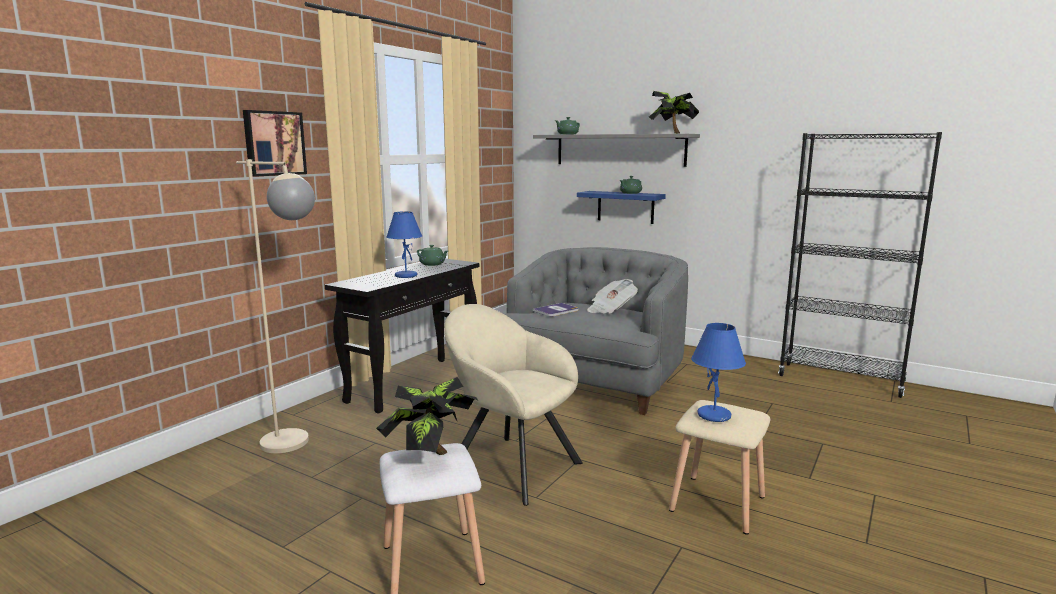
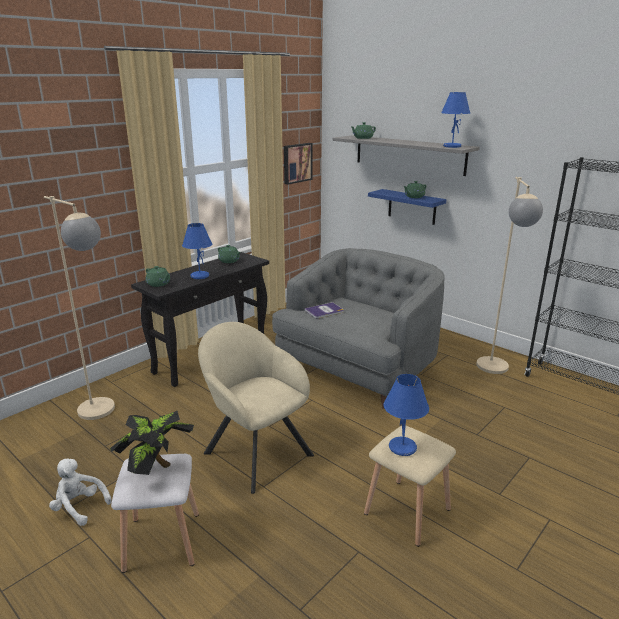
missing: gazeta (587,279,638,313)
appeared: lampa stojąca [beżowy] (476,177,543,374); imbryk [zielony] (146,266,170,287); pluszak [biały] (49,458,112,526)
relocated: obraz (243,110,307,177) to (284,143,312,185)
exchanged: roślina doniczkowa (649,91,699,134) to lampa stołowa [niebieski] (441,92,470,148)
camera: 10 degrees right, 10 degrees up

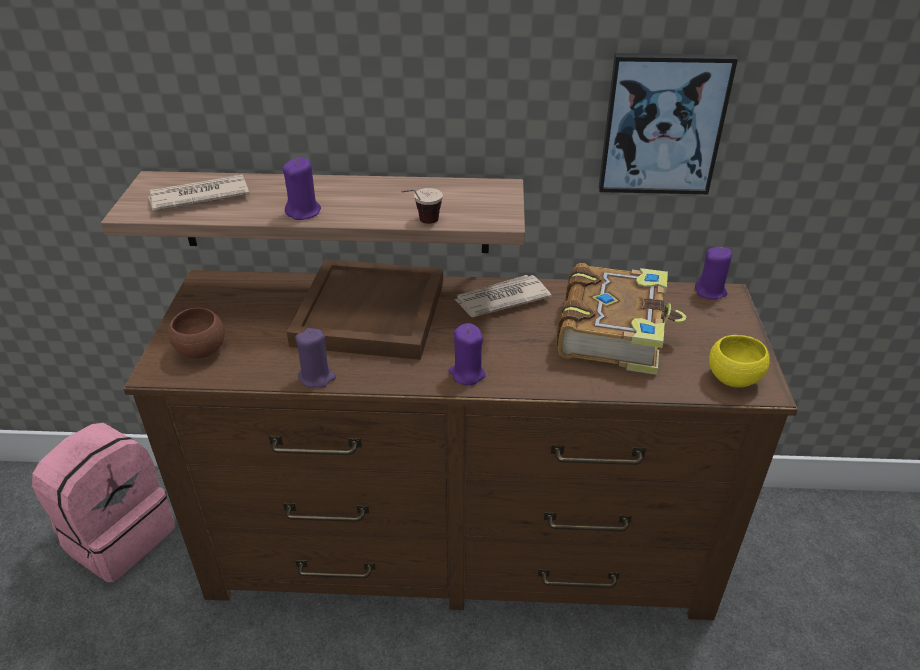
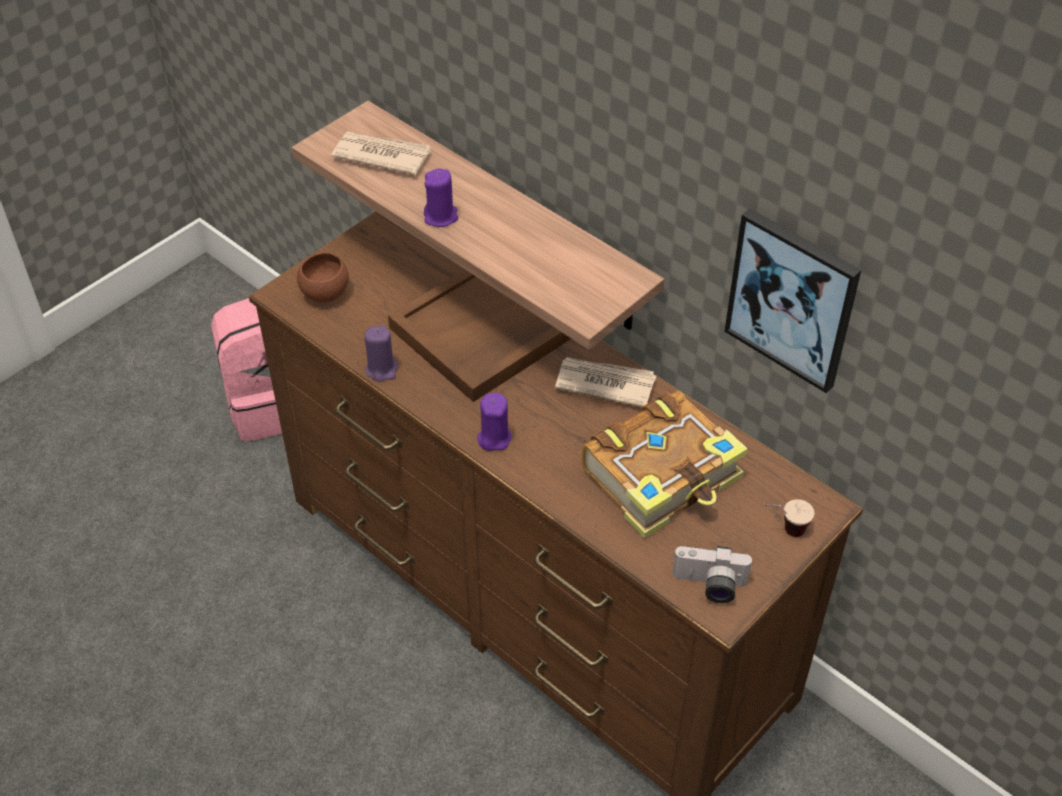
missing: świeca [fioletowy] (695,246,732,300)
relocated: filiżanka (401,188,443,224) to (763,499,815,537)
exchanged: miska [żółty] (709,335,770,388) to aparat fotograficzny (672,546,753,603)
camera: 40 degrees right, 10 degrees up

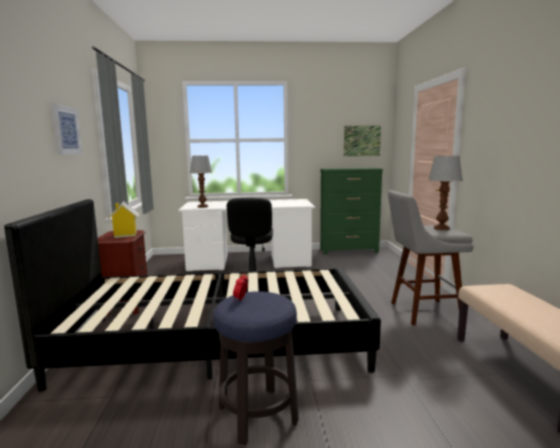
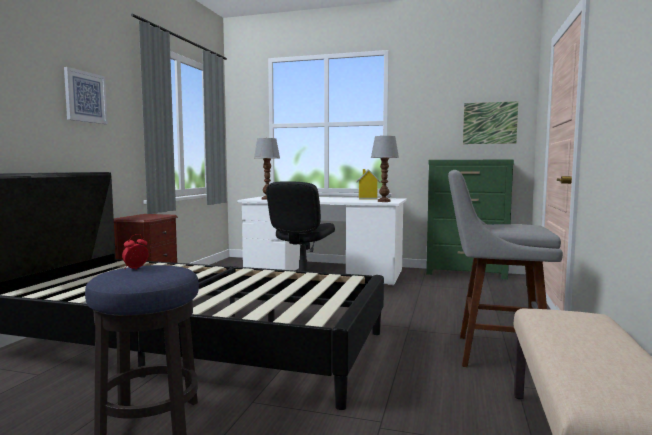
relocated: lampa stołowa (428,156,463,230) to (371,136,399,202); domek (107,201,139,238) to (355,169,381,200)
camera: 20 degrees right, 5 degrees down

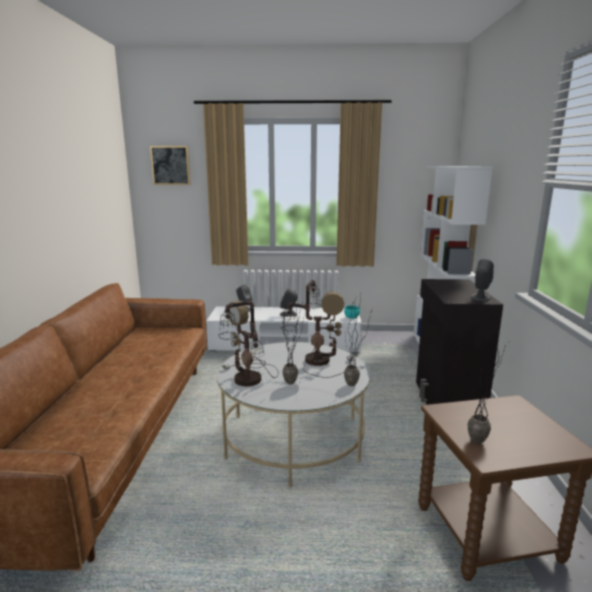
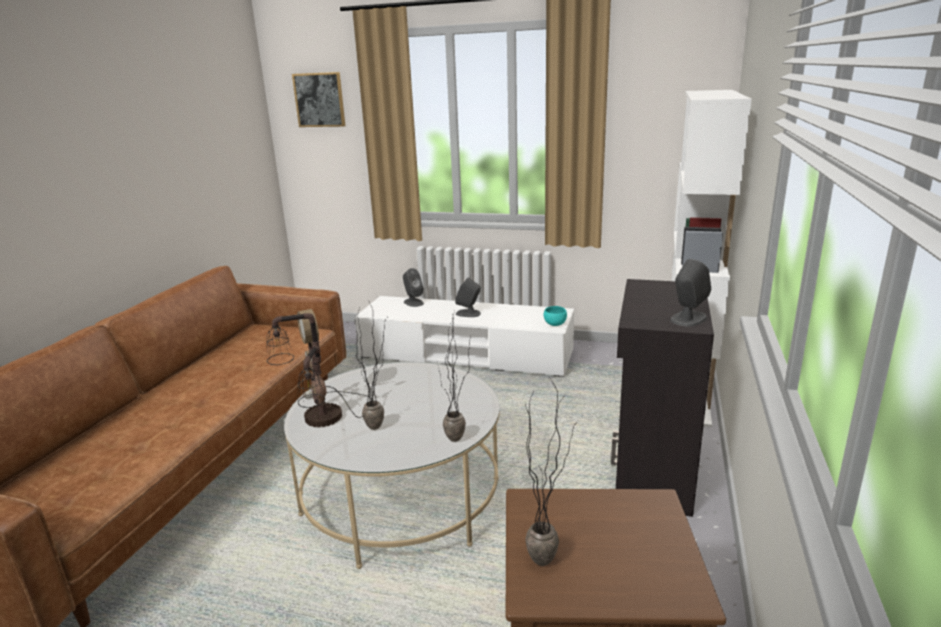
missing: lampa stołowa (281,280,353,378)
camera: 15 degrees right, 5 degrees up

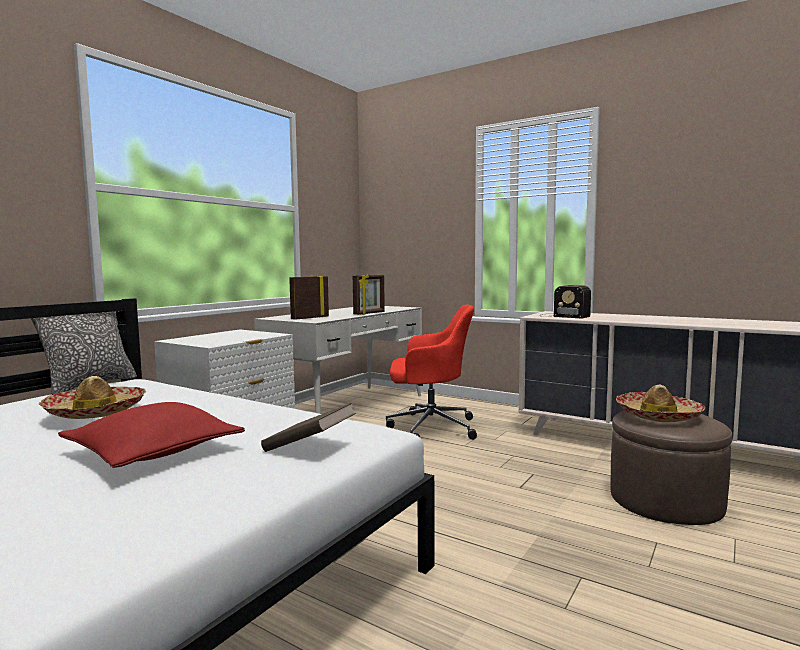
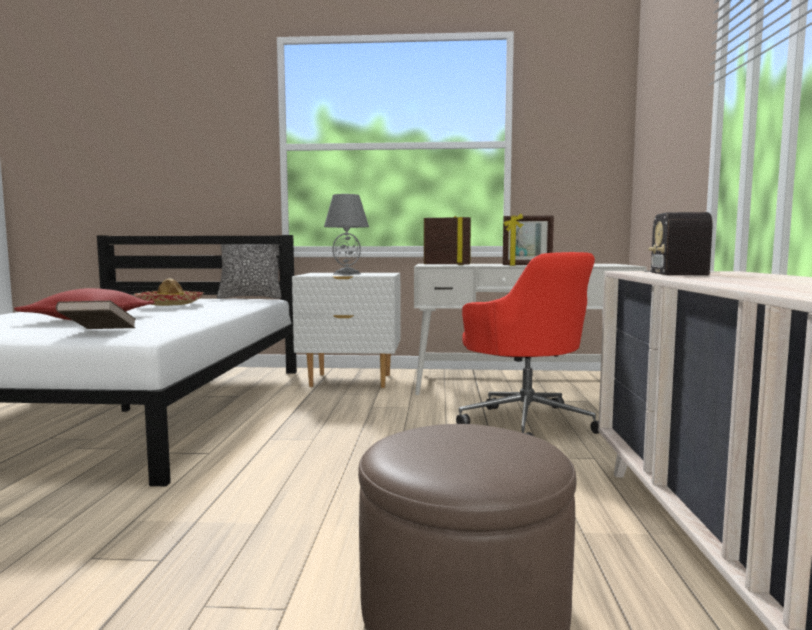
missing: kapelusz (616,385,706,422)
appeared: lampa stołowa [szary] (324,194,369,275)
camera: 60 degrees right, 0 degrees up

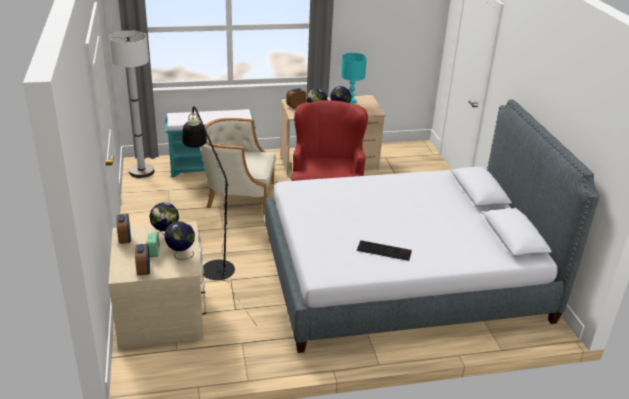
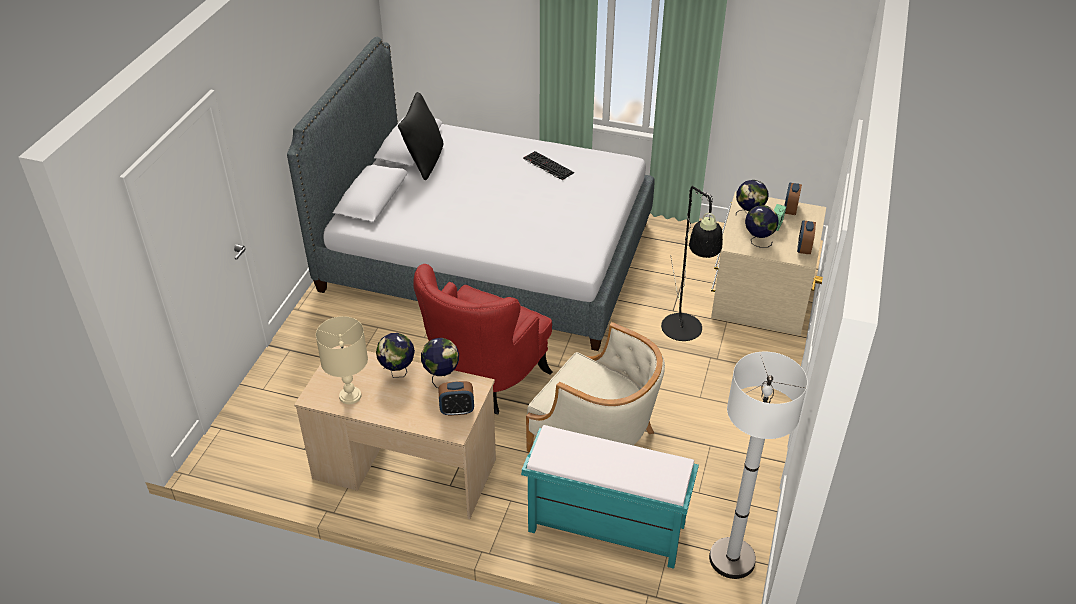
appeared: poduszka [czarny] (398,92,443,180)
colour: lampa stołowa [turkusowy] (341,53,367,104) to lampa stołowa [beżowy] (316,316,368,404)
camera: 150 degrees left, 10 degrees up

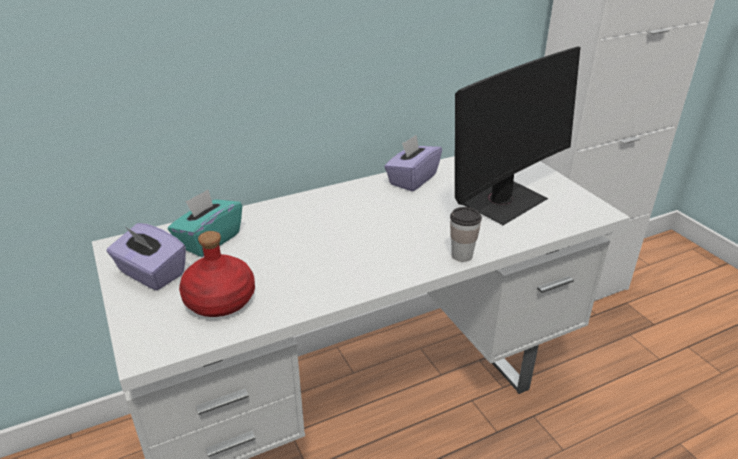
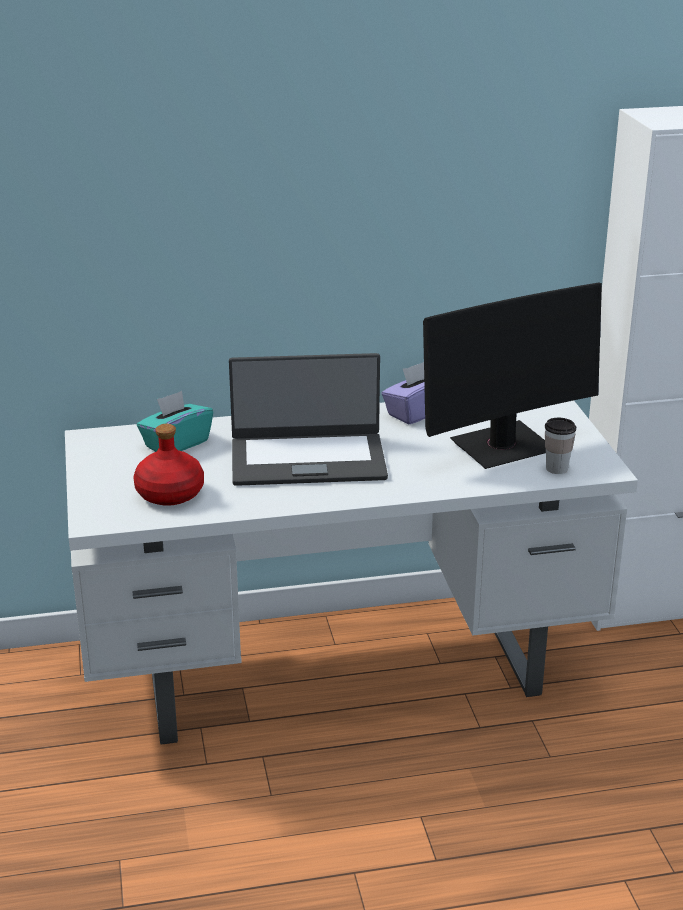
missing: pudełko chusteczek [fioletowy] (107,223,186,290)
appeared: laptop (229,353,388,486)
relocated: filiżanka (450,207,482,262) to (545,418,576,474)
camera: 15 degrees right, 5 degrees down

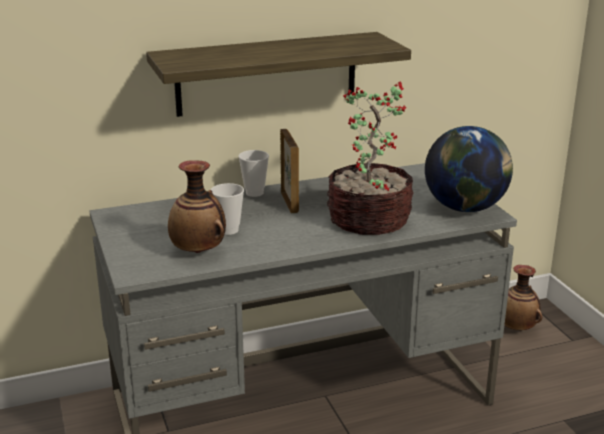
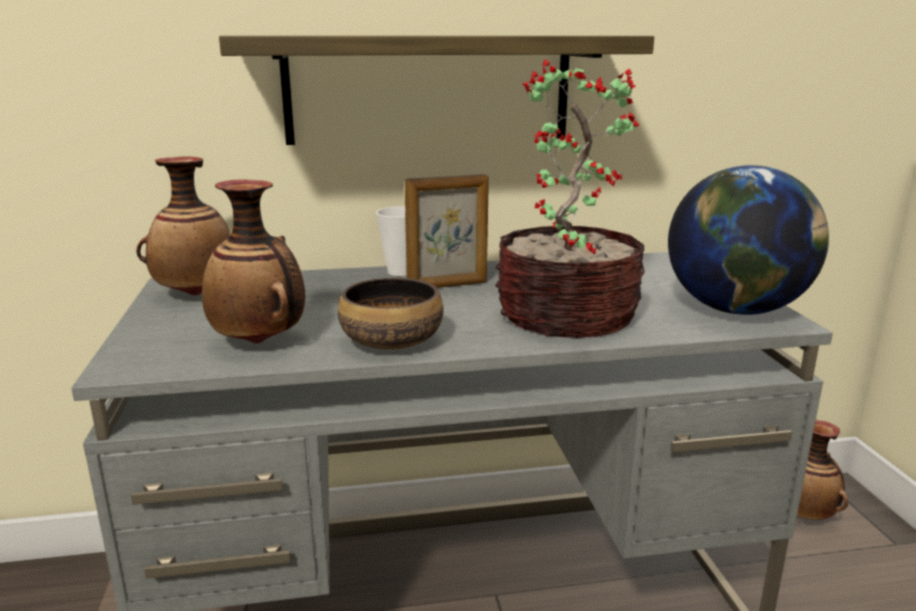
missing: filiżanka (211,183,244,235)
appeared: wazon (136,157,232,295); miska (338,278,443,350)
spun: ramka na zdjęcie (280,129,299,213) = (405,174,489,288) 75 degrees clockwise
camera: 10 degrees right, 5 degrees down

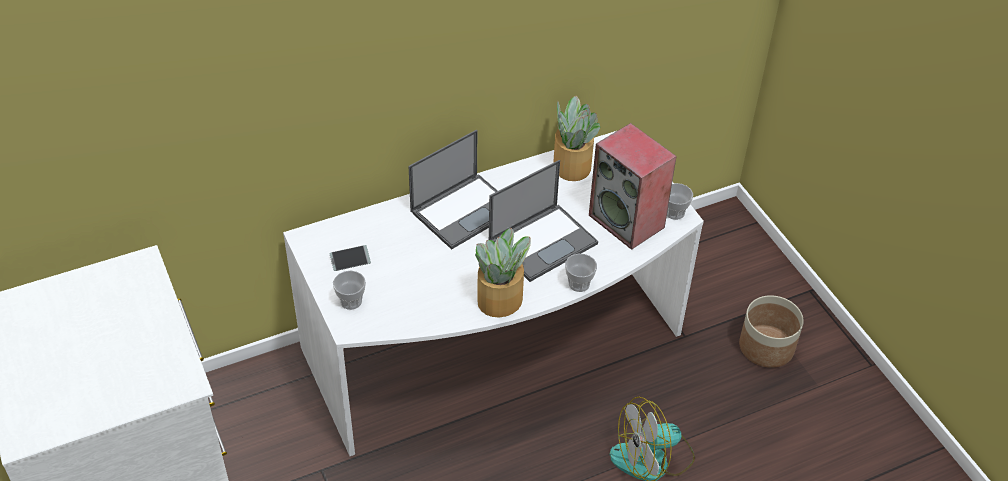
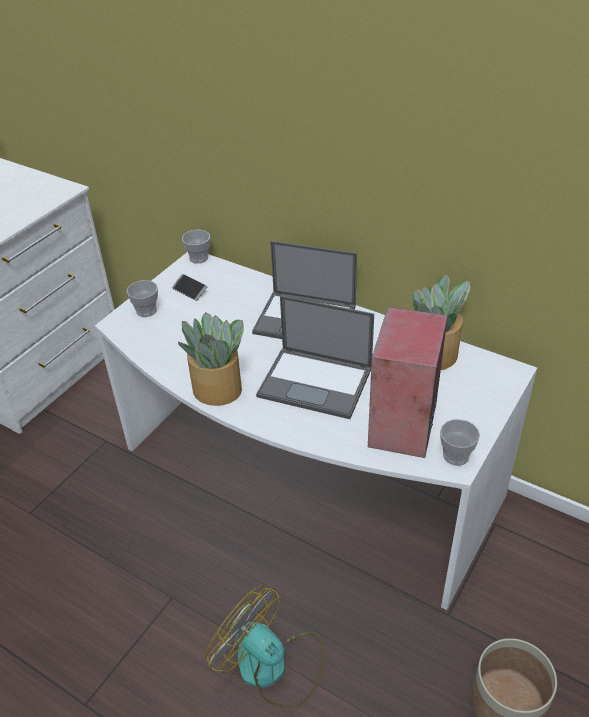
relocated: filiżanka (565,254,597,292) to (182,230,210,264)
camera: 60 degrees right, 5 degrees down

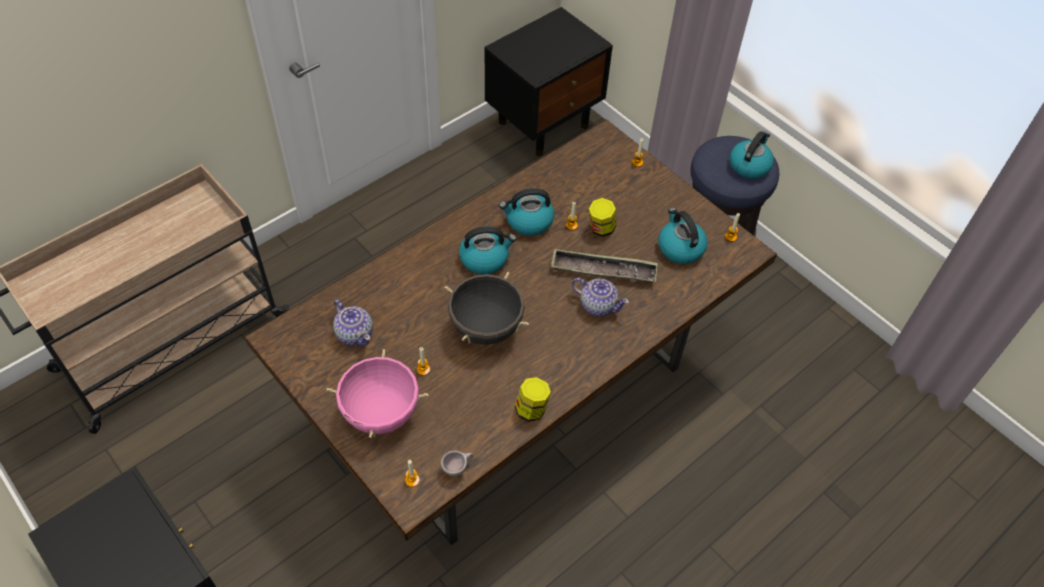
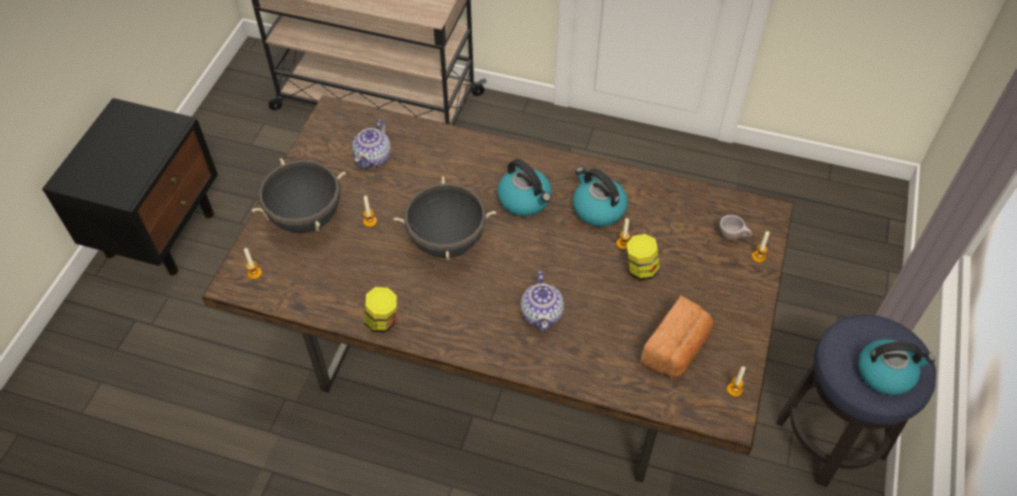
missing: szafka nocna [czarny] (484,7,613,156); taca (551,249,658,282)
relocated: filiżanka [beżowy] (441,451,473,477) to (719,215,752,241)
exchanged: czajnik (658,208,708,264) to chleb (640,295,714,378)
colour: garnek [różowy] (326,349,428,438) to garnek [czarny] (252,158,346,233)
camera: 60 degrees right, 0 degrees up

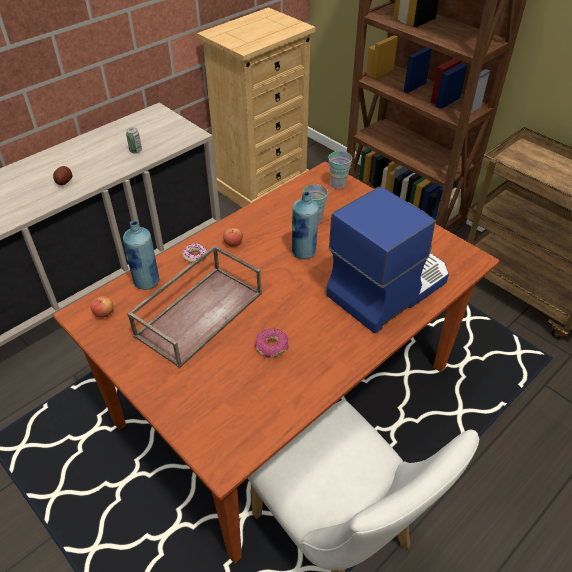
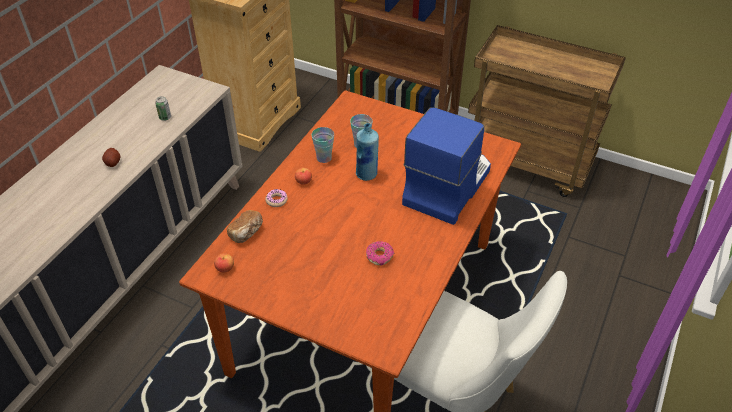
missing: taca [brązowy] (127,245,262,368)
relocated: filiżanka (328,151,352,189) to (312,127,334,163)
exchanged: butelka [niebieski] (123,220,159,290) to chleb (227,210,263,243)
camera: 20 degrees left, 0 degrees up

